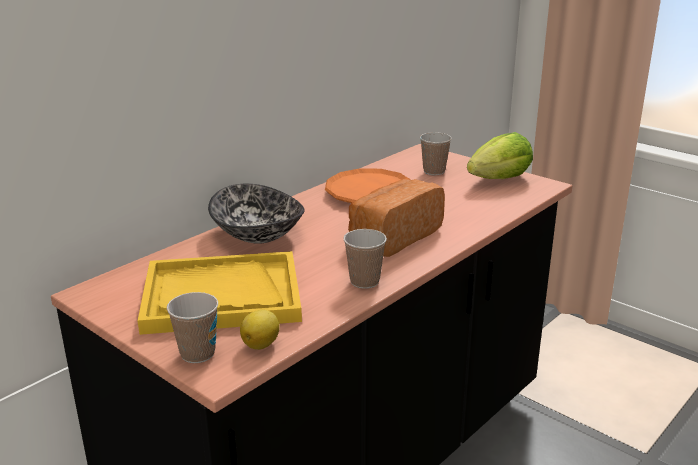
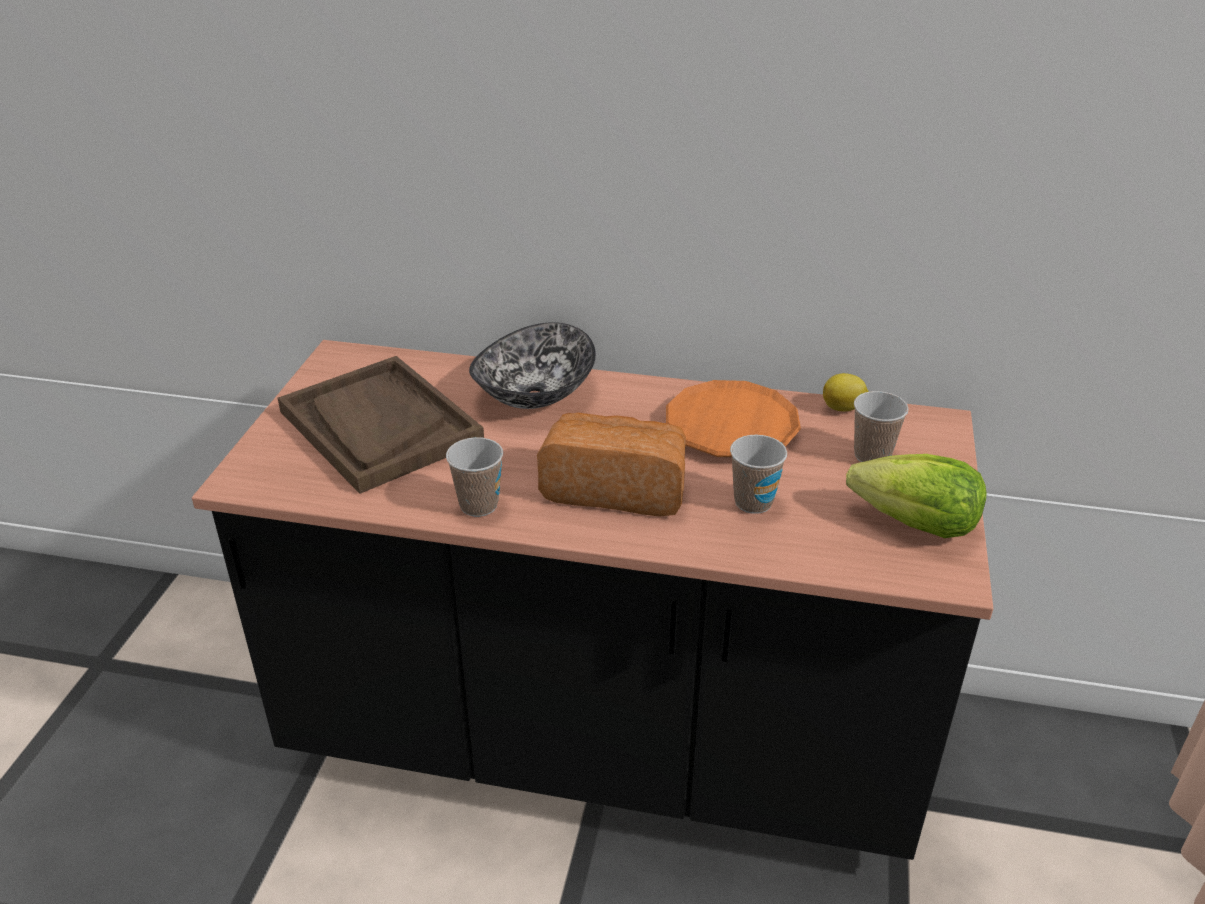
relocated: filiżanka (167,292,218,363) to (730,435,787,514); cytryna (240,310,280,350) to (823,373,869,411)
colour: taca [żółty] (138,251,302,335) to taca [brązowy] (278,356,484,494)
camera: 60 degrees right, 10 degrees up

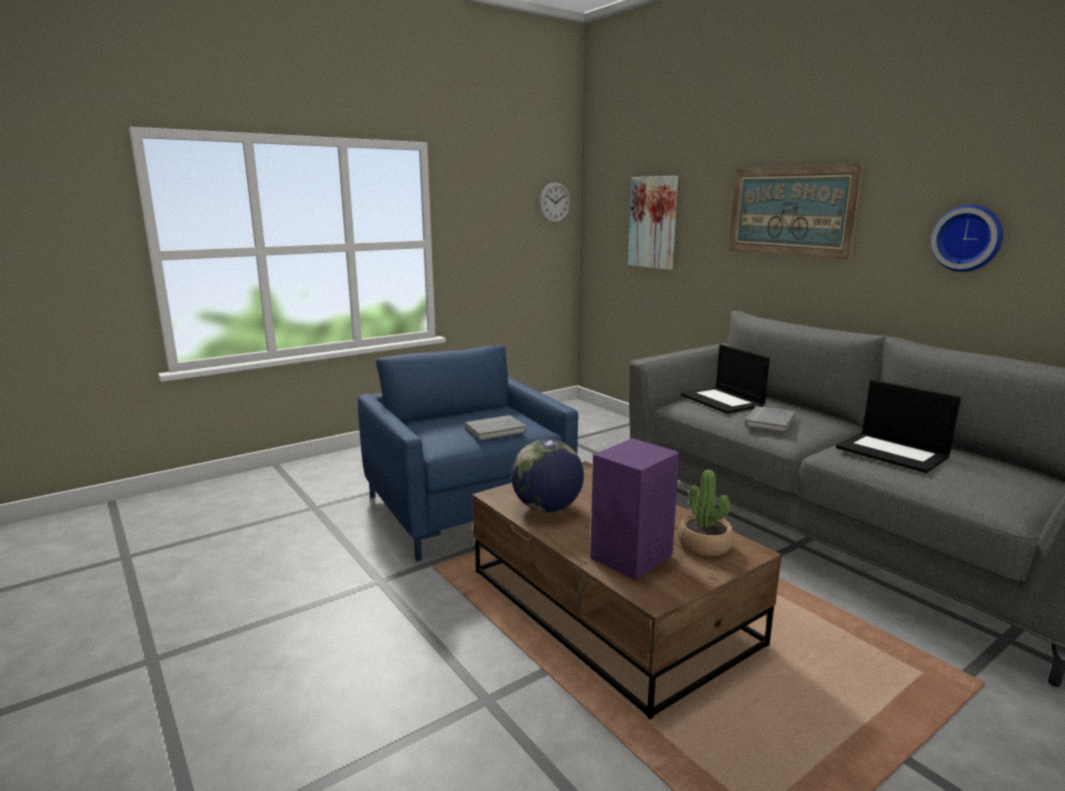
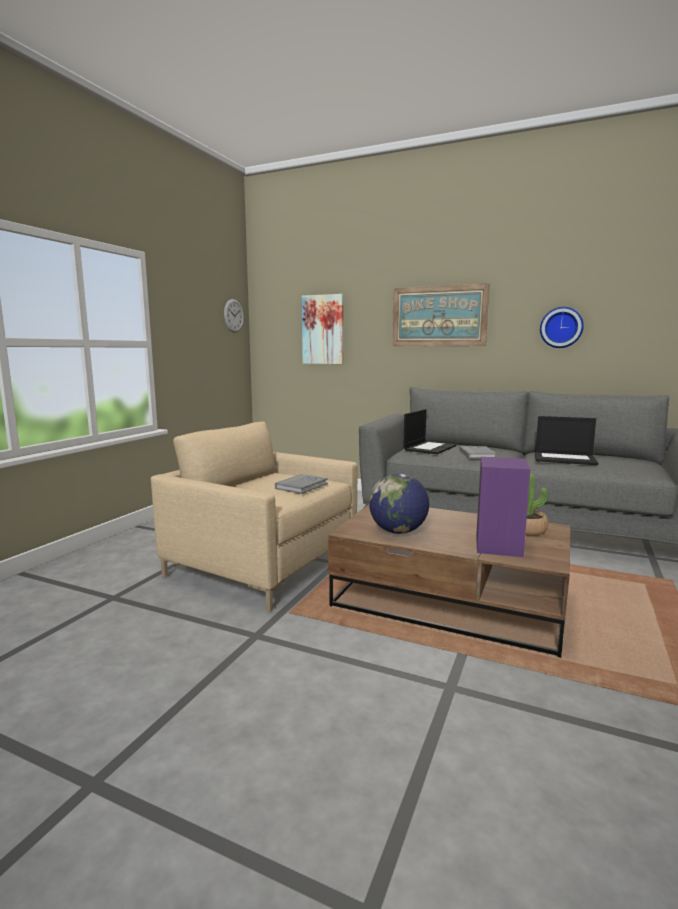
colour: fotel [niebieski] (358,345,578,561) to fotel [beżowy] (151,421,358,612)
spun: laptop (681,344,770,414) = (403,409,456,454) 90 degrees counterclockwise
camera: 30 degrees left, 5 degrees down

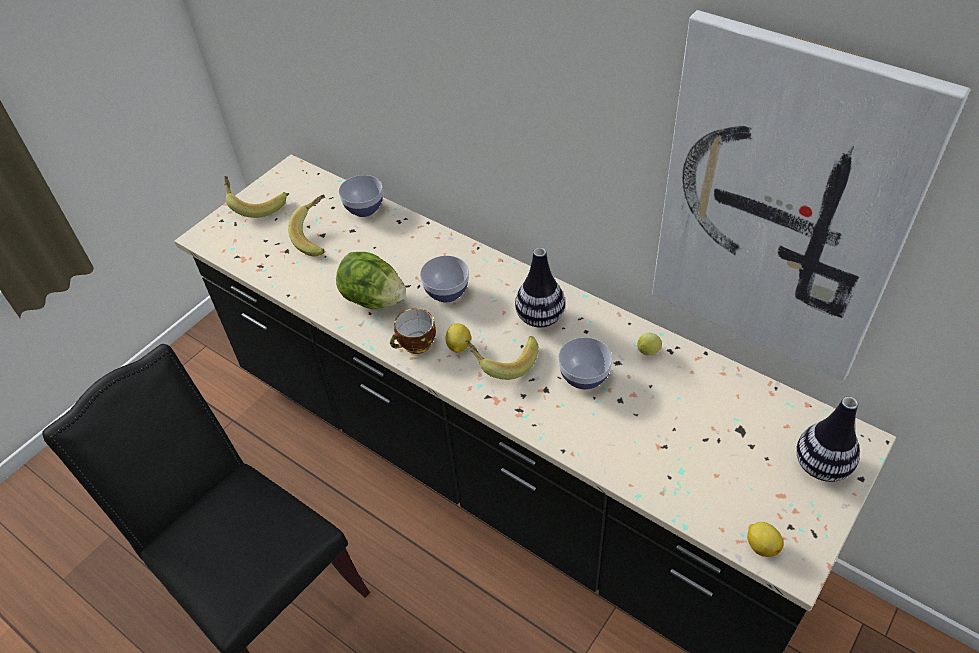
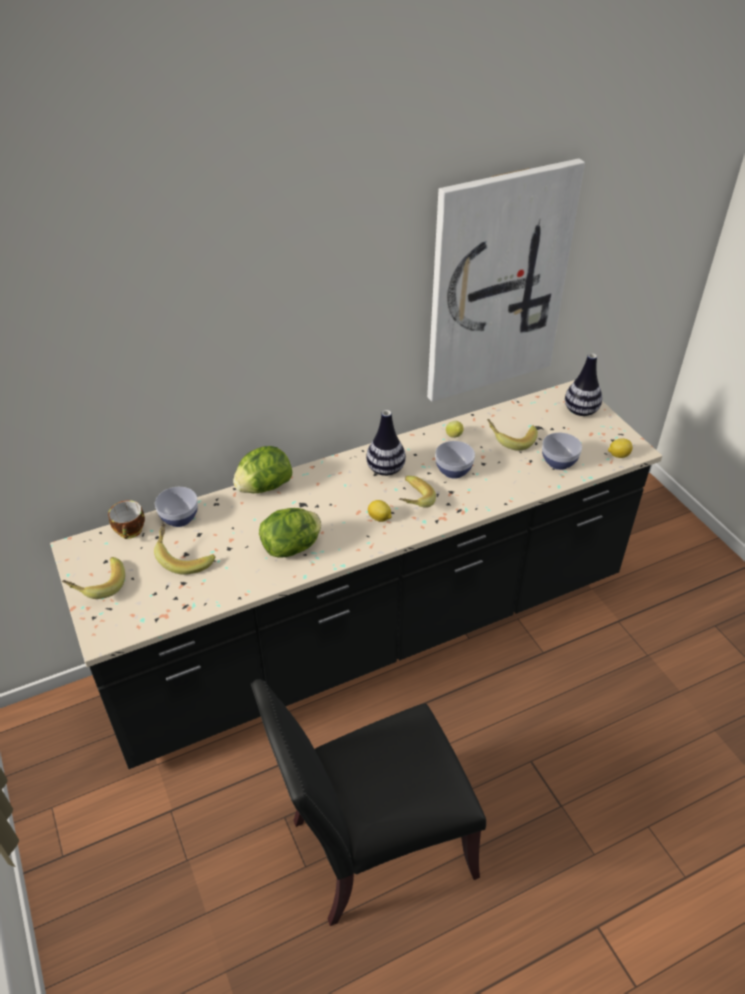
appeared: banan (487,419,538,451); sałata (233,446,292,493)
relocated: miska (420,256,469,302) to (542,433,582,470); filiżanka (390,308,436,354) to (108,500,145,539)
camera: 65 degrees left, 5 degrees down

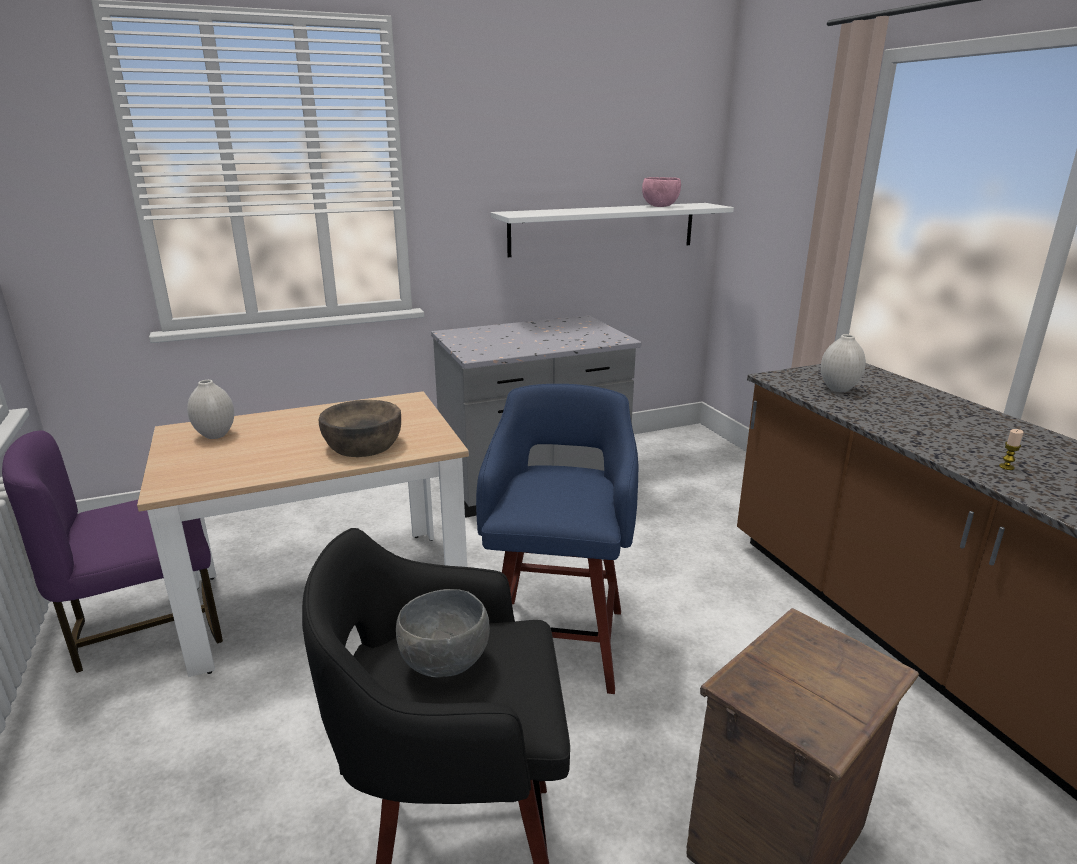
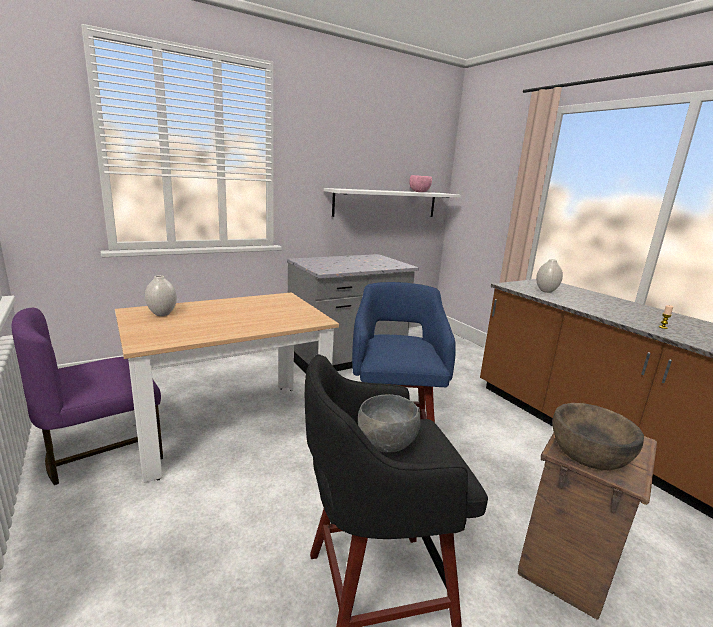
relocated: miska [brązowy] (319,400,401,457) to (552,403,644,470)
camera: 10 degrees left, 5 degrees down

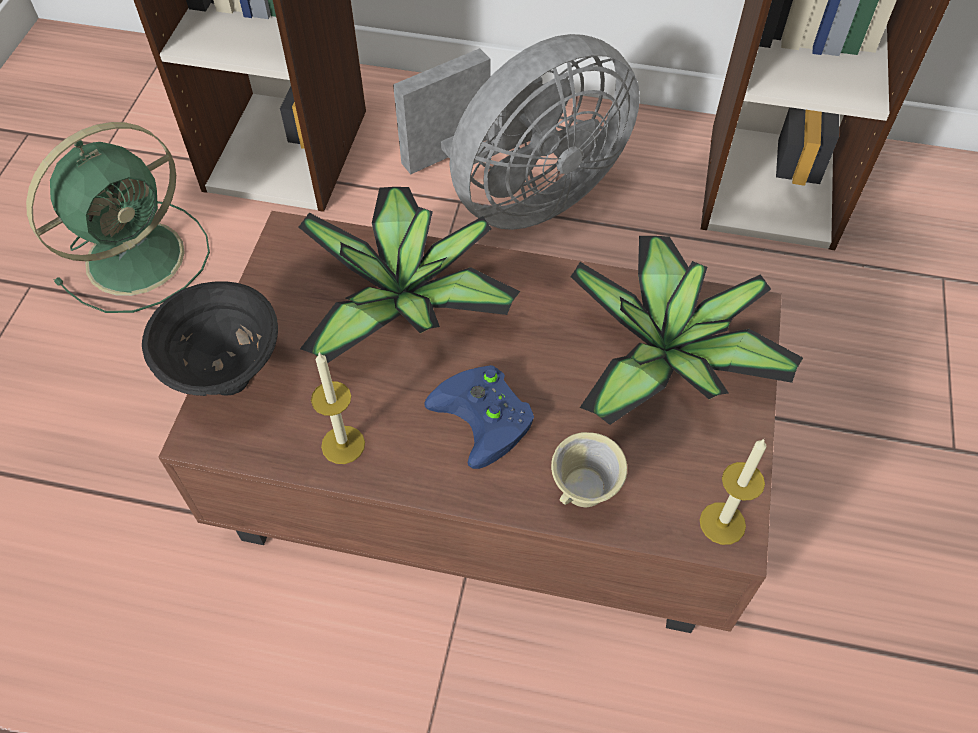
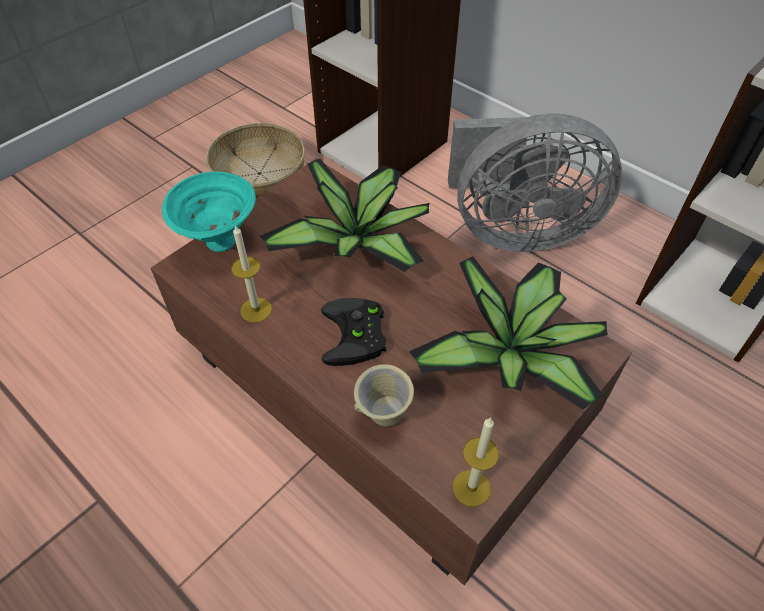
exchanged: wentylator [zielony] (26,122,210,313) to koszyk (206,123,305,198)
colour: miska [czarny] (142,281,278,396) to miska [turkusowy] (162,172,256,252); pad do gier [niebieski] (424,365,534,469) to pad do gier [czarny] (321,298,386,366)
camera: 30 degrees right, 5 degrees down

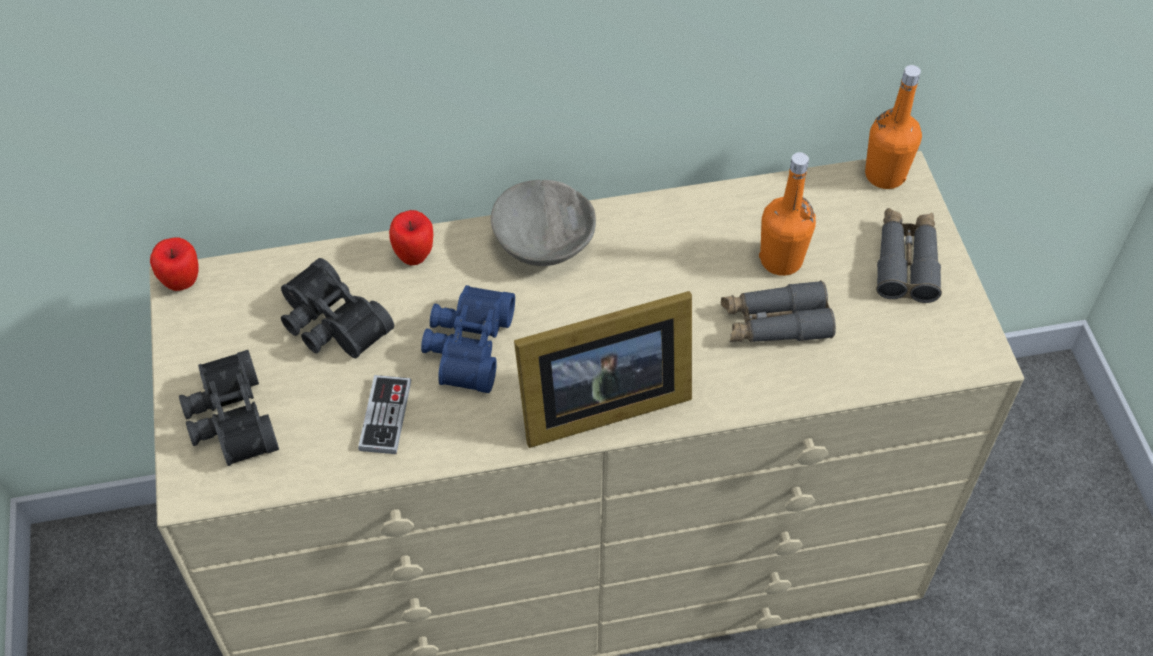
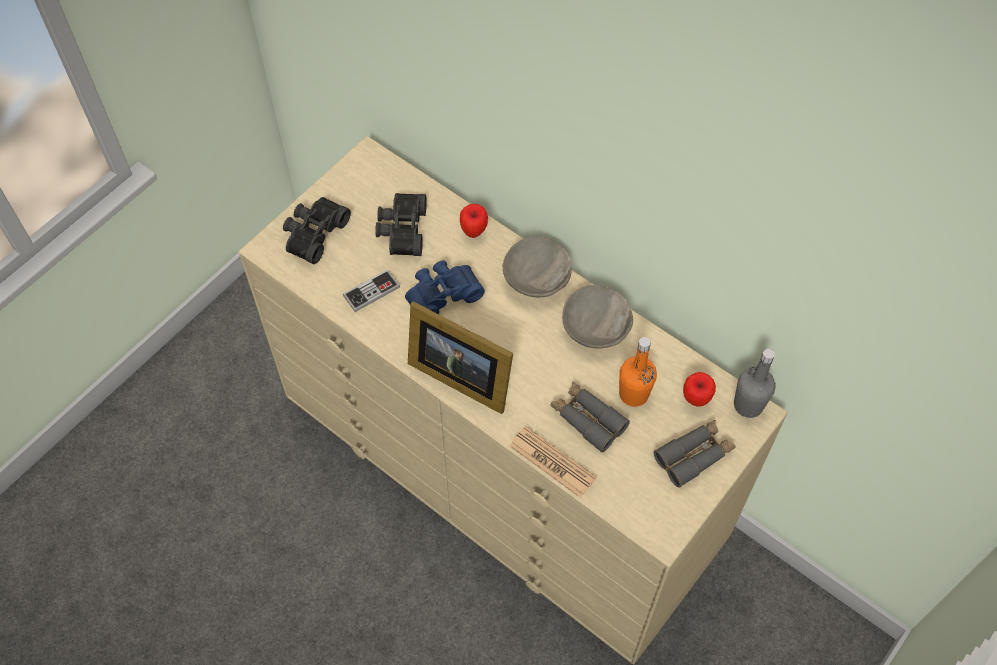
appeared: miska [szary] (562,285,633,348); gazeta (509,426,597,498)
relocated: jabłko (150,237,198,291) to (683,372,716,406)
colour: butelka [pomarańczowy] (865,65,922,189) to butelka [szary] (734,348,776,418)
camera: 50 degrees right, 5 degrees up

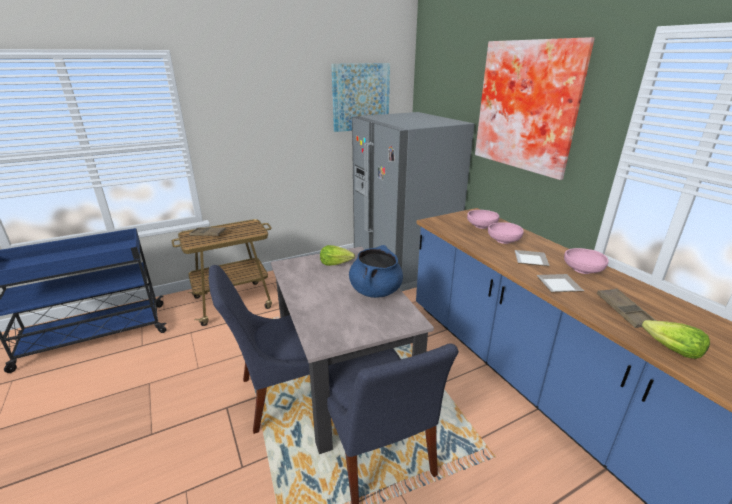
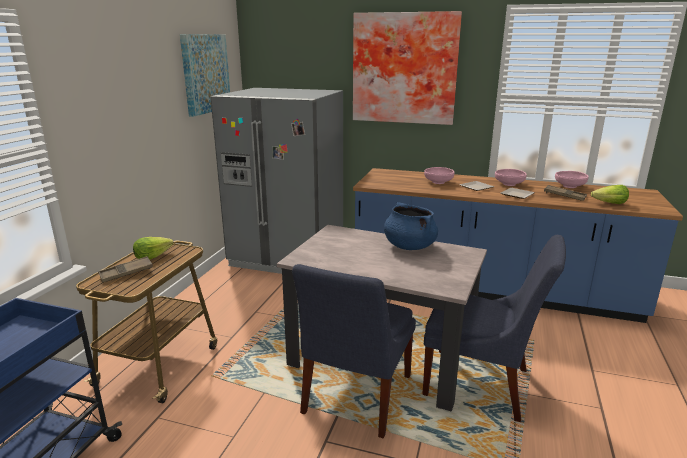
relocated: miska [różowy] (467,210,499,229) to (555,171,589,188); sałata (320,245,355,266) to (133,237,174,260)
camera: 45 degrees left, 5 degrees down

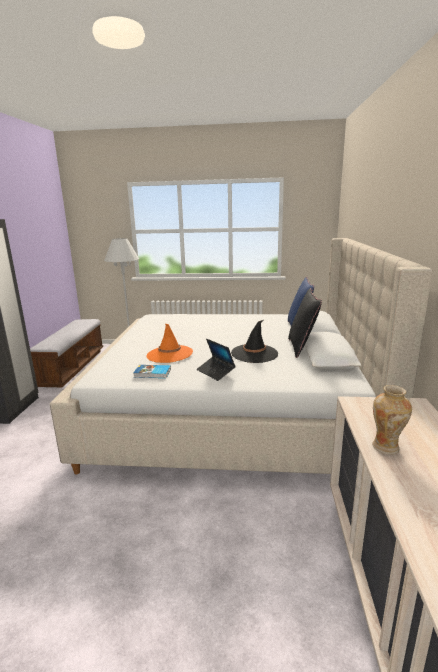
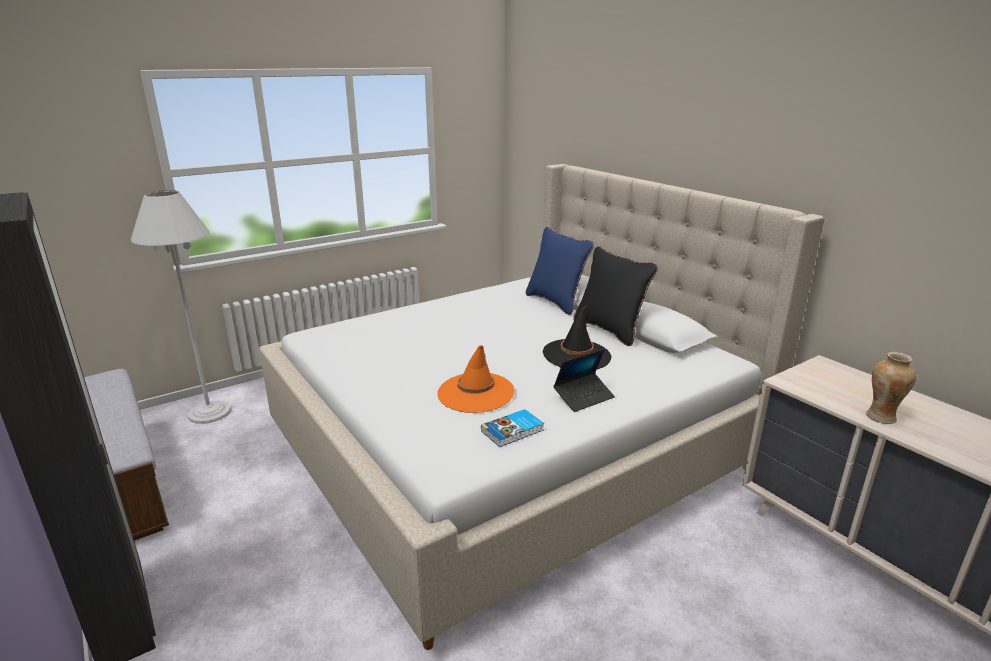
spun: laptop (197,339,236,381) = (553,349,615,412) 45 degrees counterclockwise
camera: 40 degrees left, 5 degrees up

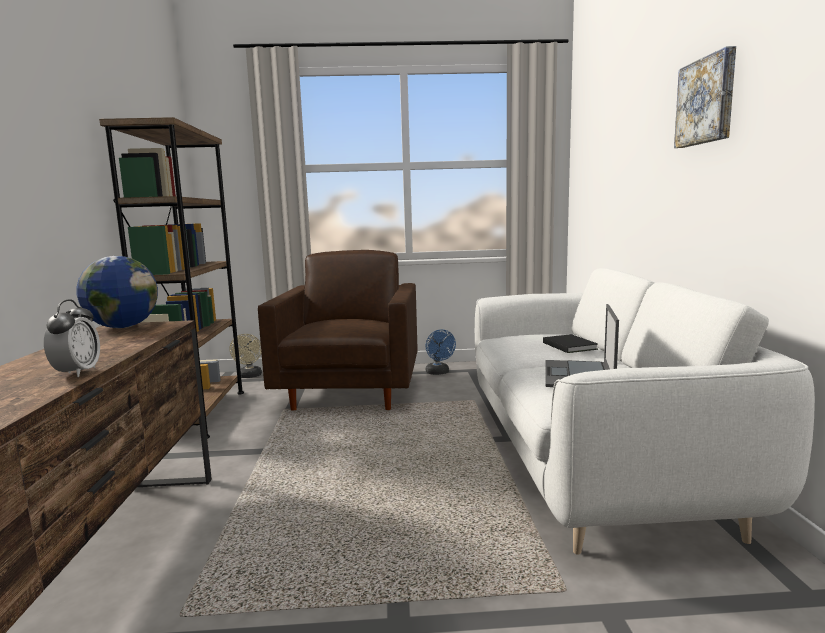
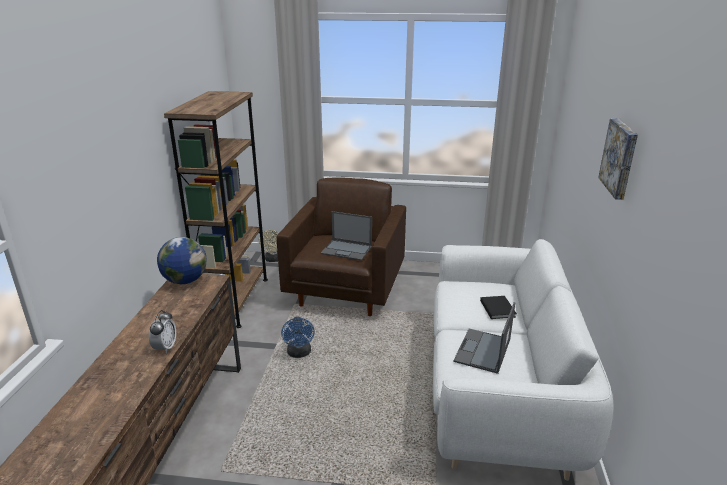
appeared: laptop (321,211,372,261)
relocated: wentylator [niebieski] (425,330,456,375) to (281,316,315,358)
camera: 10 degrees right, 15 degrees up

